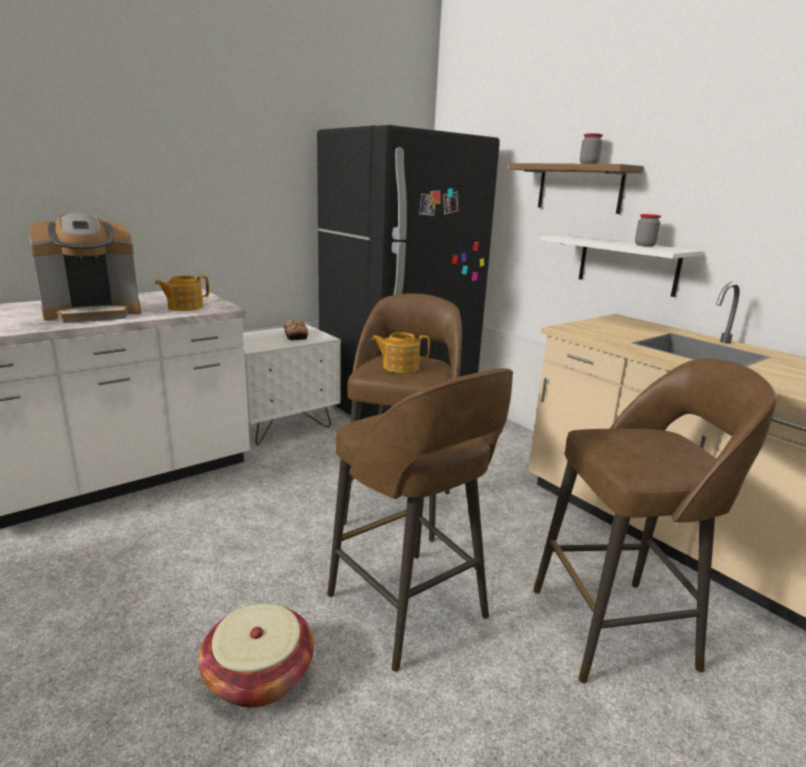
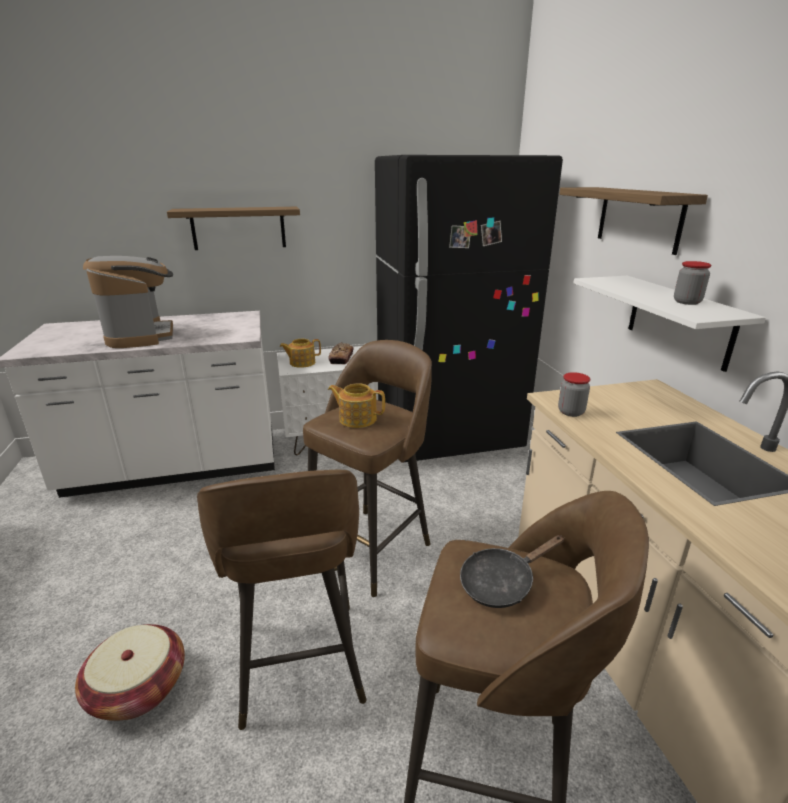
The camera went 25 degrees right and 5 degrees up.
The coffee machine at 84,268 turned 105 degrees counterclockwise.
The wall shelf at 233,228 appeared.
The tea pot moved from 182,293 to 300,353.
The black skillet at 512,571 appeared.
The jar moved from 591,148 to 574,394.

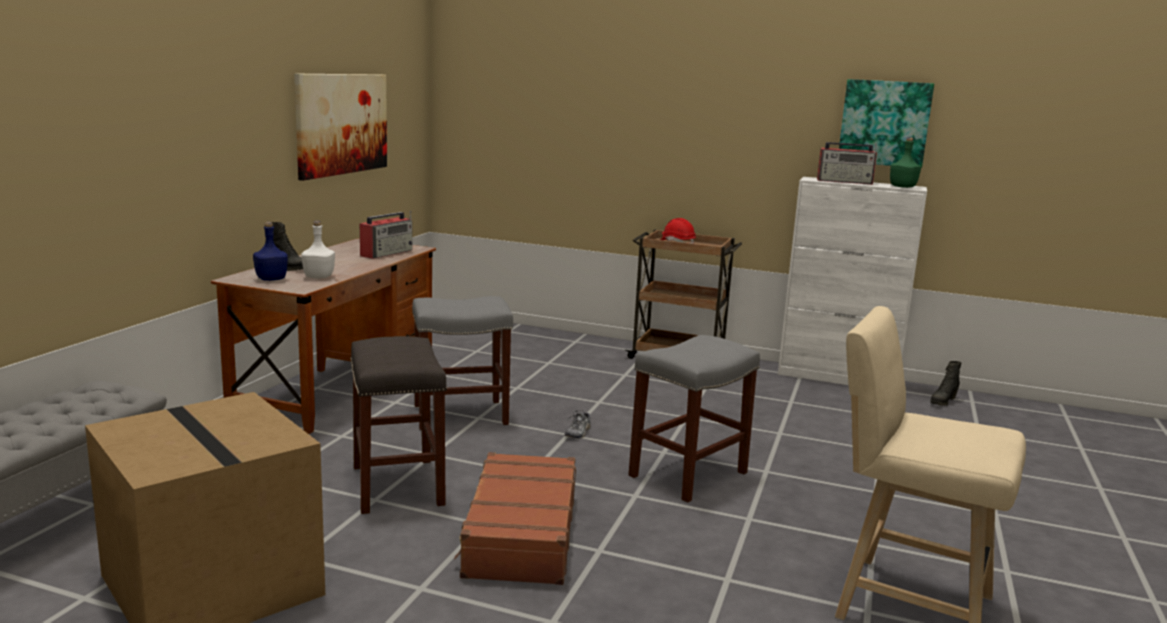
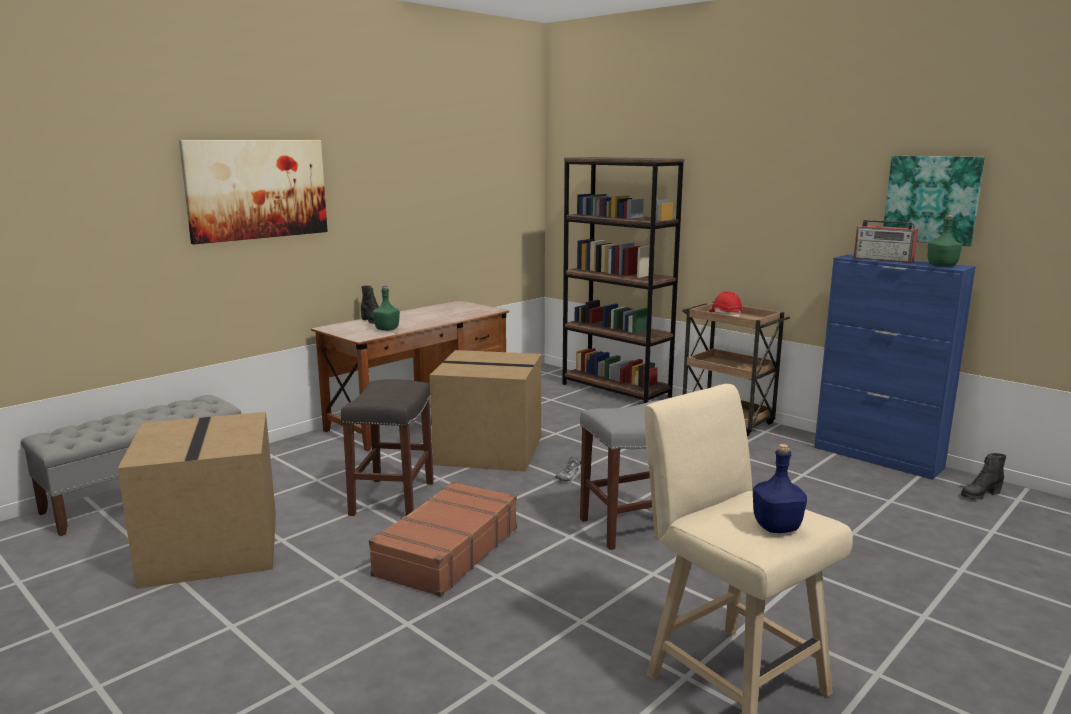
The camera went 25 degrees right and 0 degrees up.
The wall picture moved from 340,127 to 253,192.
The whitish beverage bottle at 318,249 became the green-coloured beverage bottle at 386,308.
The gray stool at 462,363 was replaced by the cardboard box at 485,411.
The brown shelving unit at 623,280 appeared.
The blue beverage bottle moved from 270,251 to 780,488.
The whitish storage cabinet at 852,281 became the blue storage cabinet at 895,367.
The radio set at 386,235 disappeared.

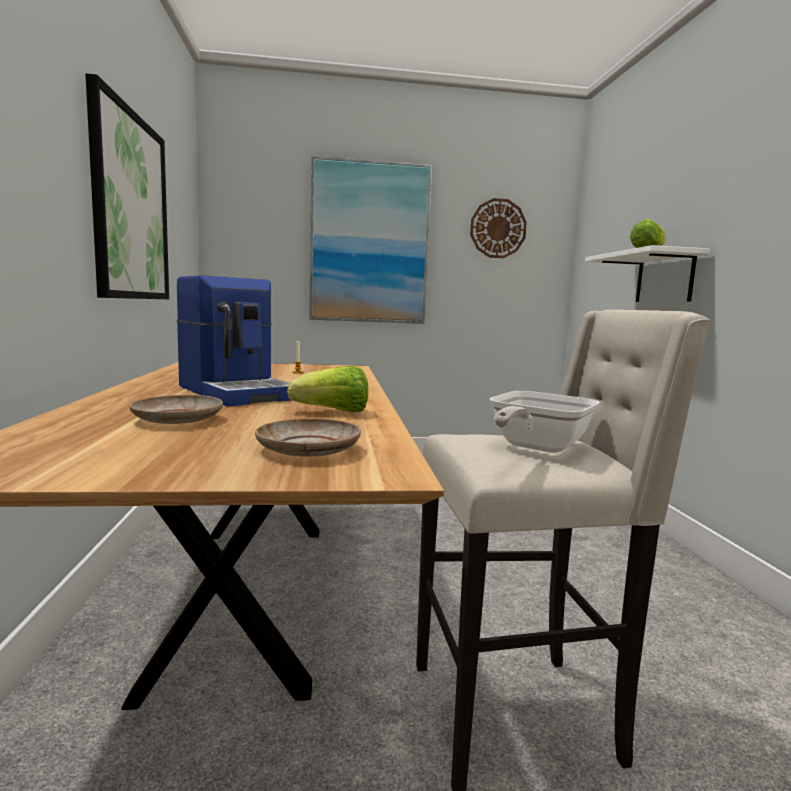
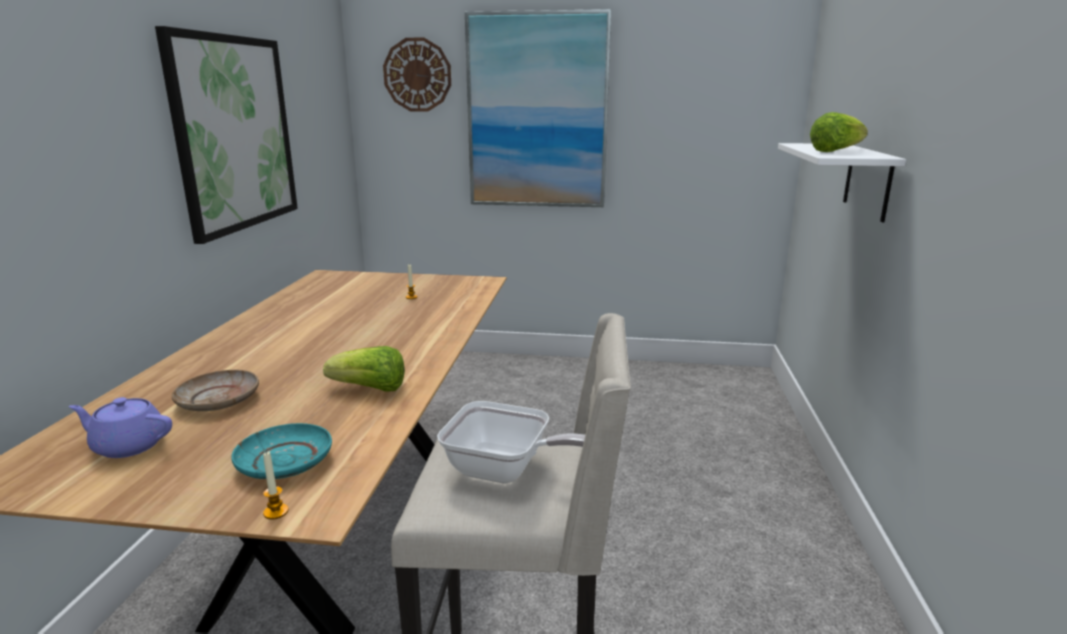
The camera went 15 degrees right and 10 degrees up.
The purple tea pot at 120,427 appeared.
The beige flat dish at 308,438 became the turquoise flat dish at 281,451.
The wax candle at 276,485 appeared.
The wall clock moved from 498,228 to 417,75.
The skillet at 544,422 turned 120 degrees counterclockwise.
The coffee machine at 234,341 disappeared.

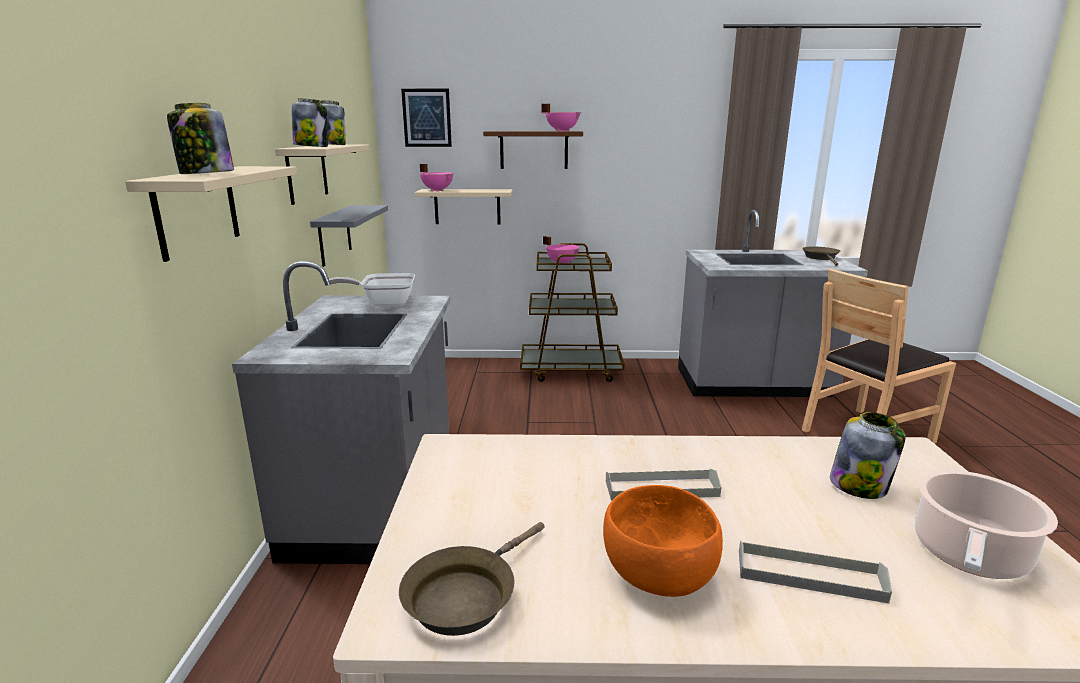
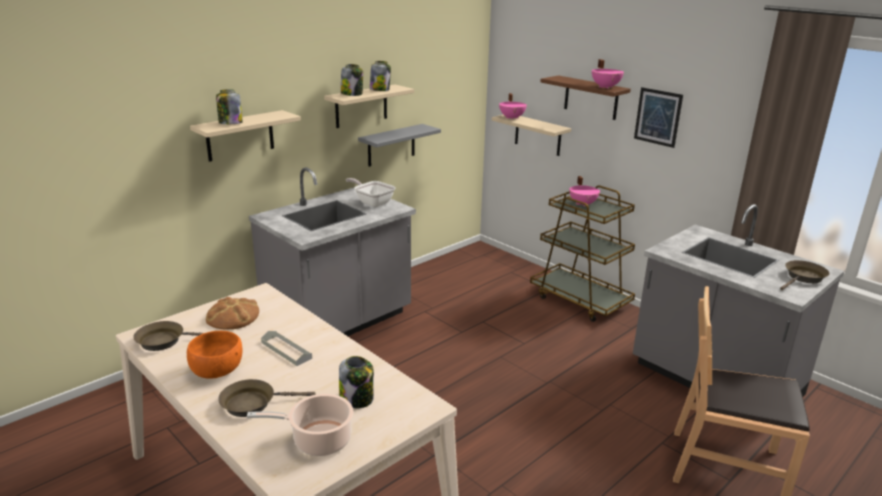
The camera went 45 degrees right and 5 degrees up.
The baked bread at 232,313 appeared.
The gray carrying tray at 815,572 was replaced by the brown skillet at 266,398.
The wall picture moved from 426,118 to 658,117.

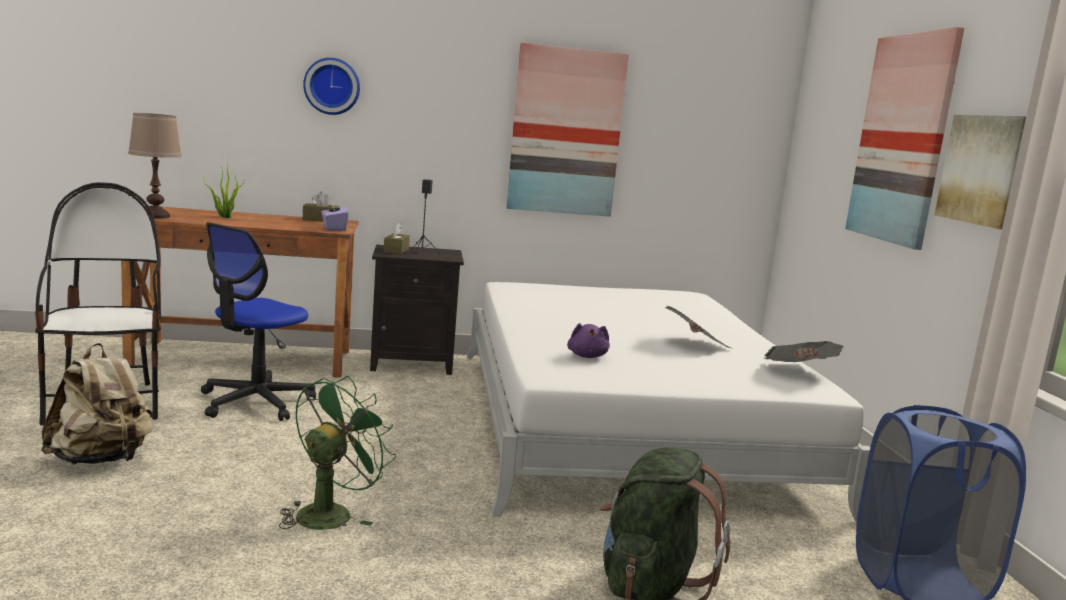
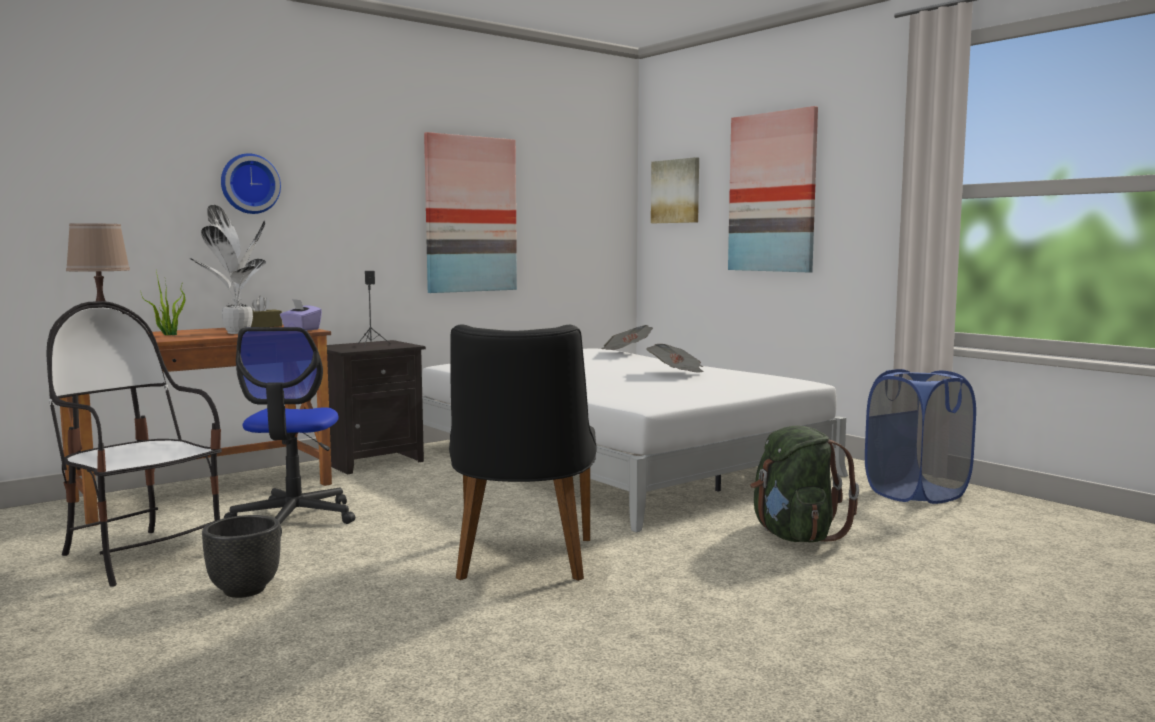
The camera went 30 degrees left and 5 degrees down.
The potted plant at 227,269 appeared.
The beige rucksack at 97,403 was replaced by the black plant pot at 241,556.
The green-coloured fan at 337,453 was replaced by the black chair at 522,452.
The newspaper moved from 804,351 to 627,337.
The wall picture moved from 980,172 to 675,190.
The brown box of tissues at 397,238 disappeared.
The purple cuddly toy at 588,340 disappeared.

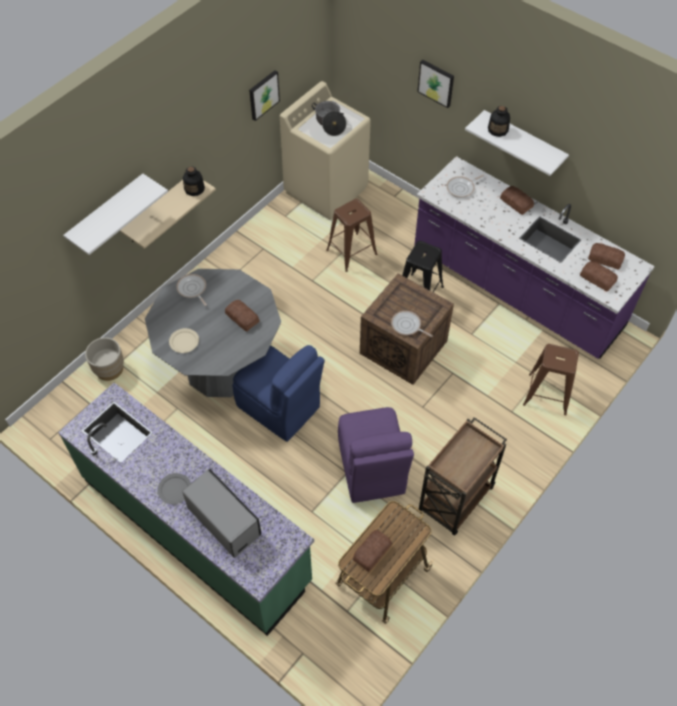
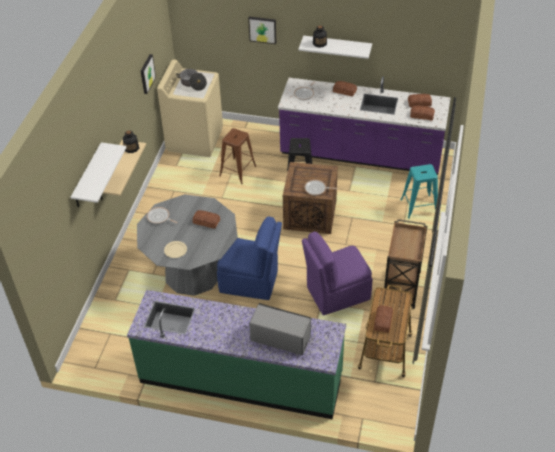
The camera went 25 degrees left and 10 degrees down.
The purple chair at 376,455 turned 105 degrees clockwise.
The brown stool at 551,379 became the turquoise stool at 419,191.
The beige plant pot at 104,359 disappeared.
The gray flat dish at 174,488 disappeared.

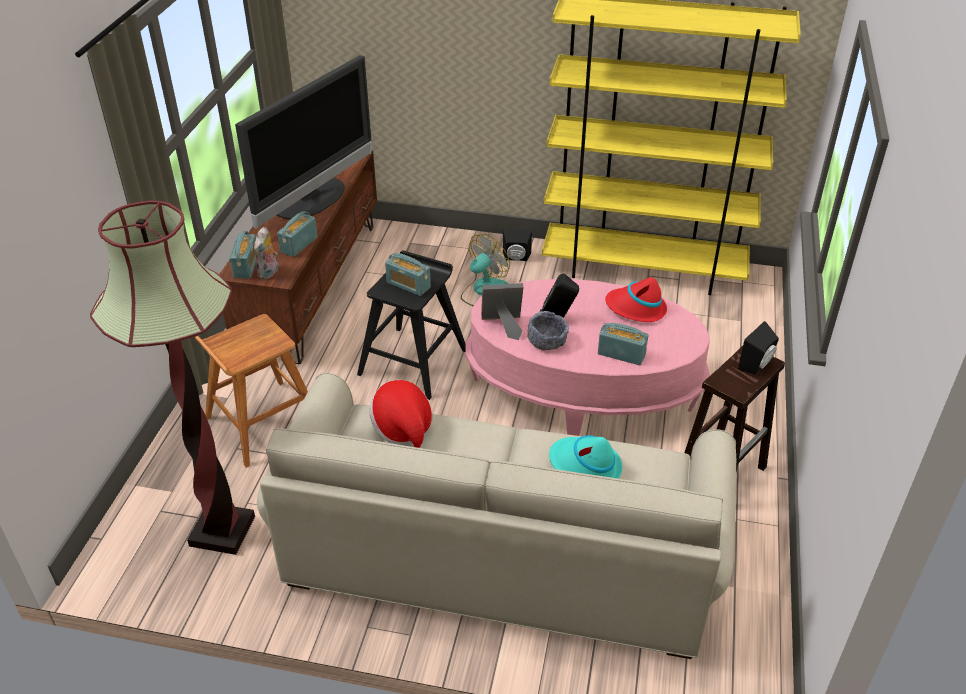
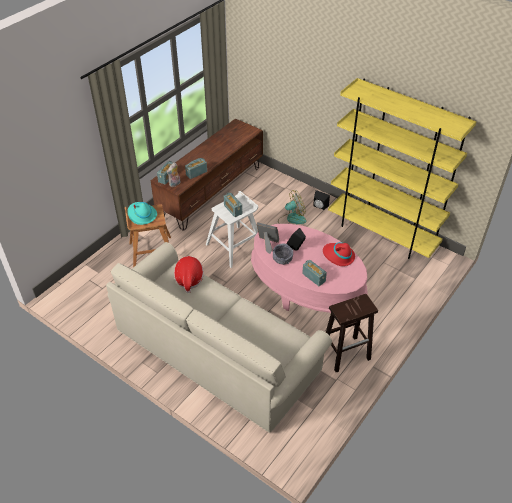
The camera went 25 degrees right and 5 degrees up.
The turquoise wearable hat moved from 585,457 to 142,213.
The black stool at 411,325 became the whitish stool at 232,229.
The standing lamp at 172,378 disappeared.
The TV at 303,142 disappeared.
The black loudspeaker at 758,348 disappeared.

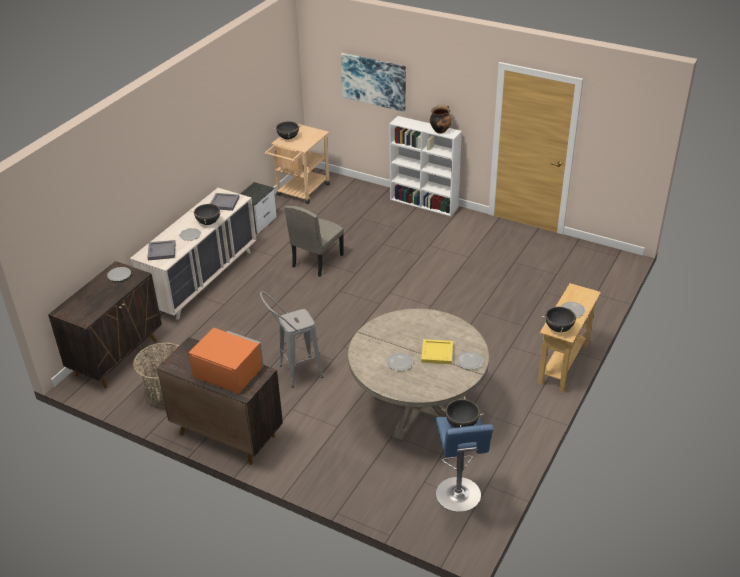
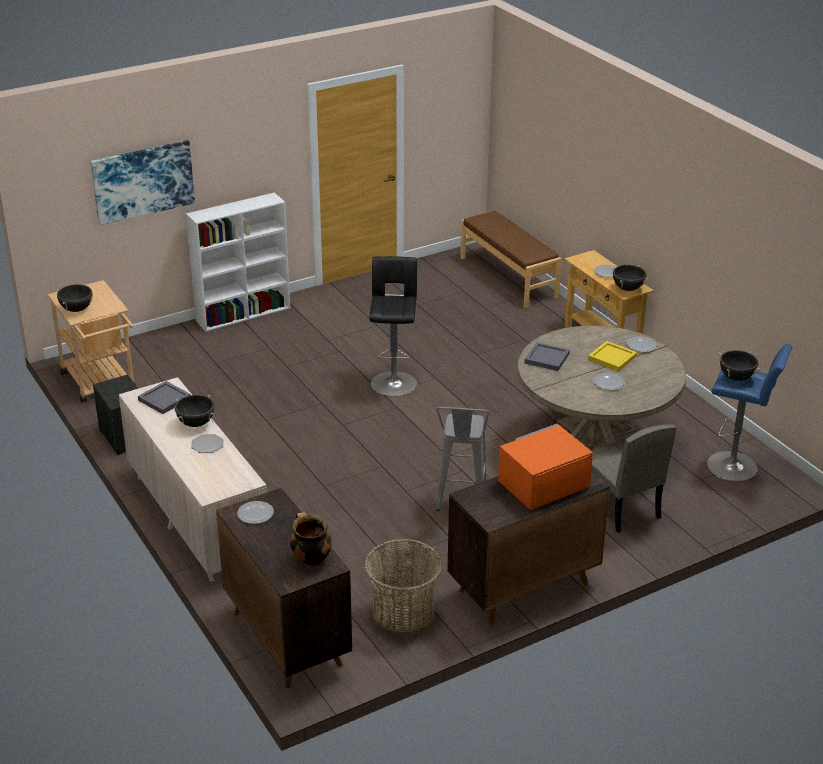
The camera went 60 degrees left and 5 degrees down.
The saucepot moved from 441,119 to 311,539.
The black stool at 393,326 appeared.
The brown long seat at 511,259 appeared.
The gray carrying tray moved from 161,250 to 547,356.
The beige chair moved from 314,241 to 633,478.

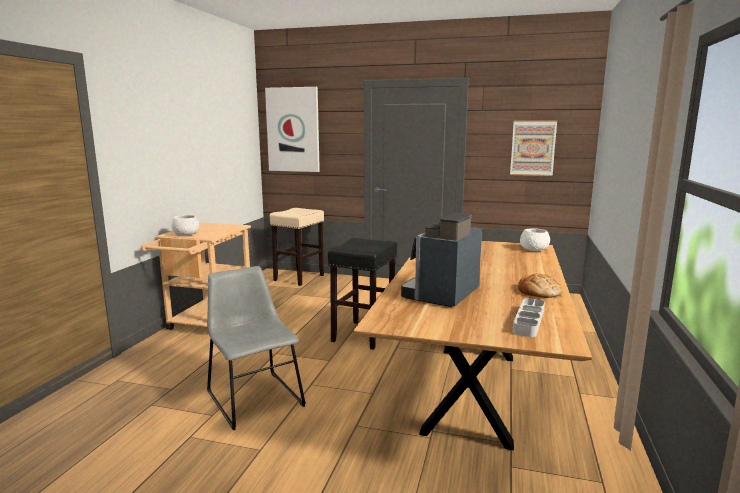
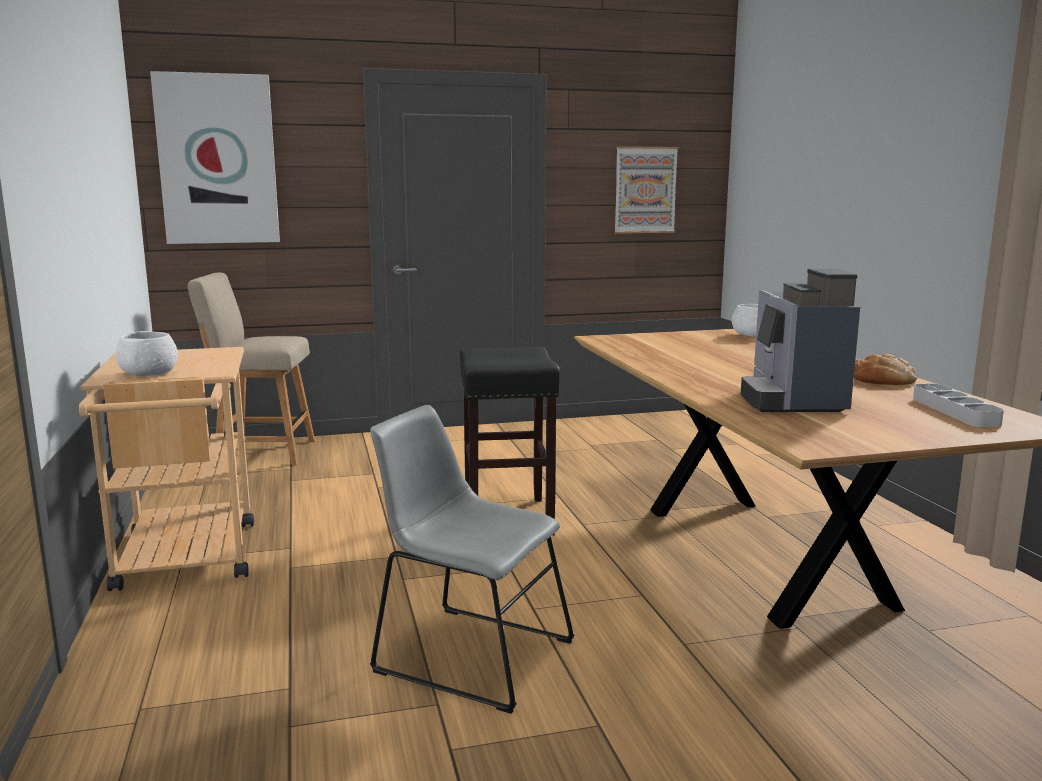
The camera went 30 degrees left and 0 degrees up.
The beige stool at 297,247 was replaced by the beige chair at 251,368.

